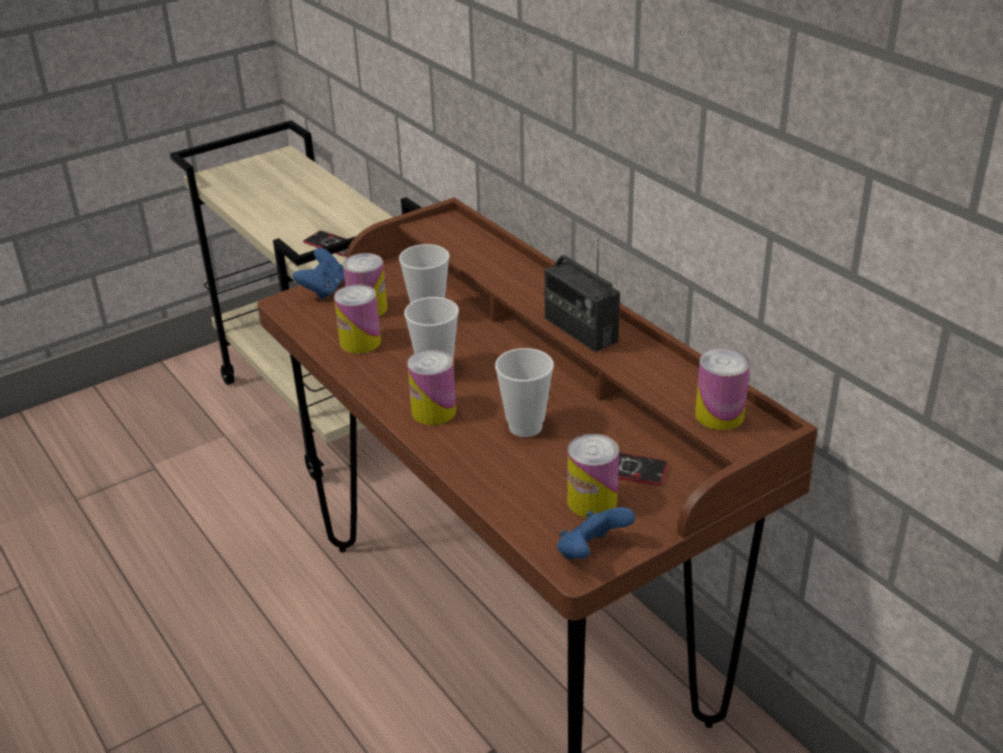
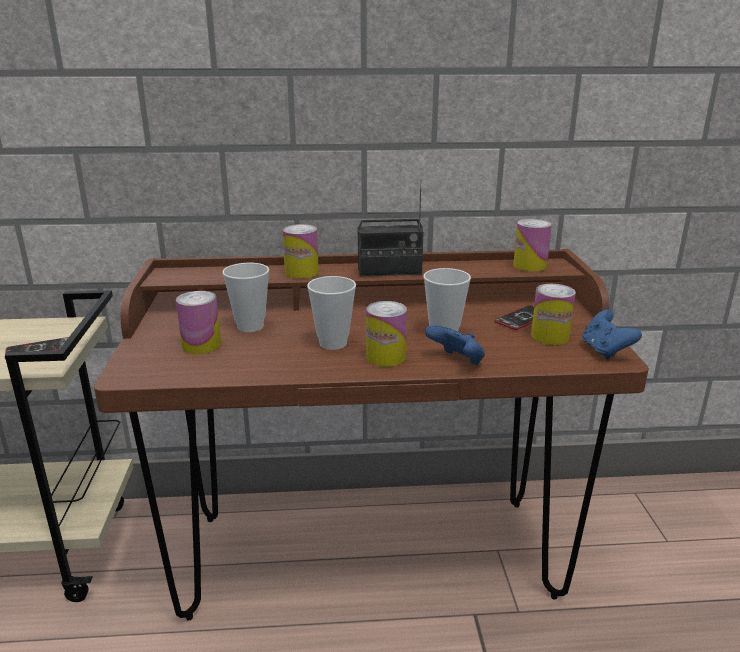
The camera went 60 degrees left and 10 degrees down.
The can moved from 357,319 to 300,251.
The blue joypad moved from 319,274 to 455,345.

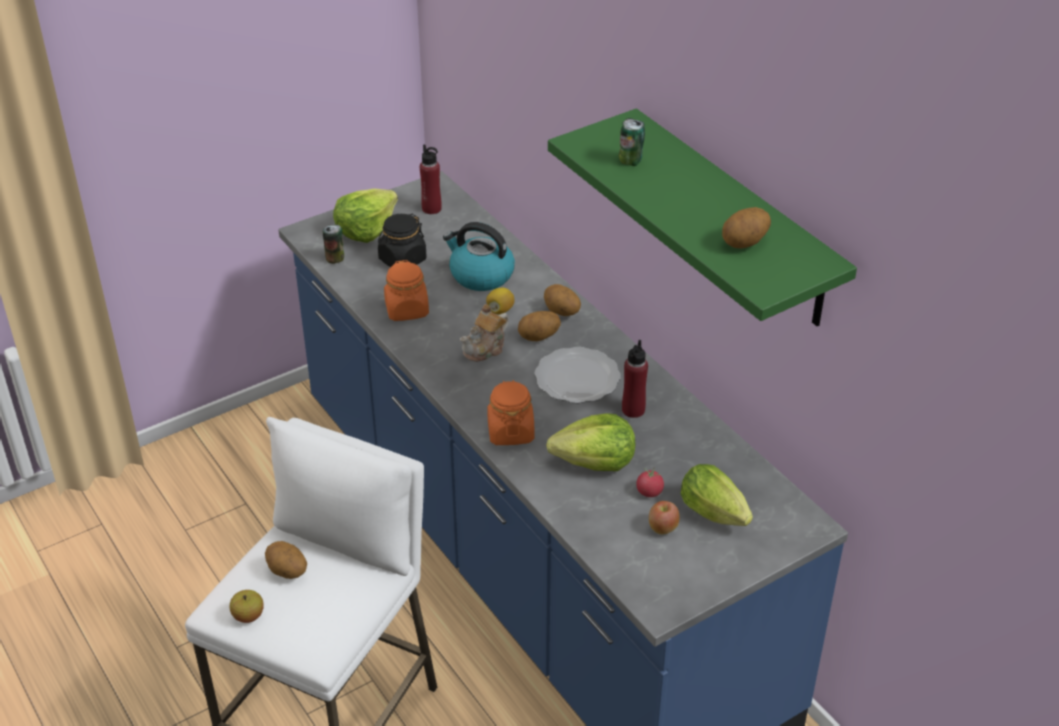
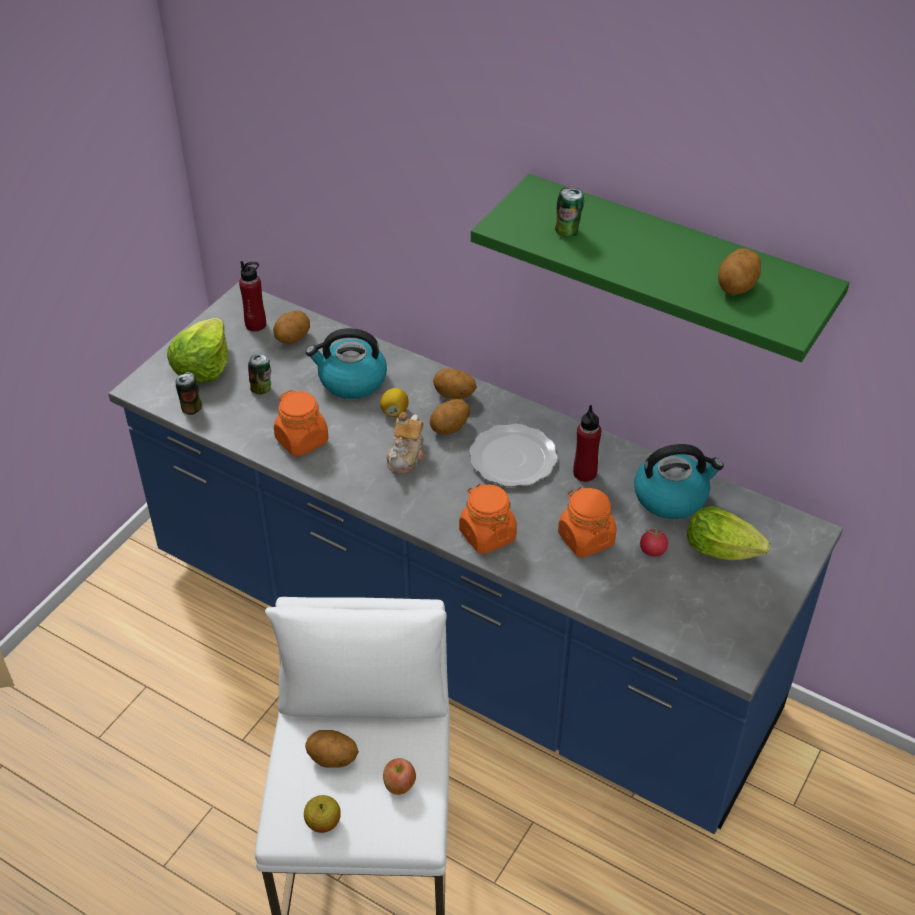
The camera went 25 degrees left and 5 degrees up.
The black jar at 402,240 was replaced by the can at 259,374.
The potato at 291,327 appeared.
The whole apple moved from 664,518 to 399,776.
The lettuce head at 590,442 was replaced by the orangey jar at 587,521.
The water kettle at 679,481 appeared.

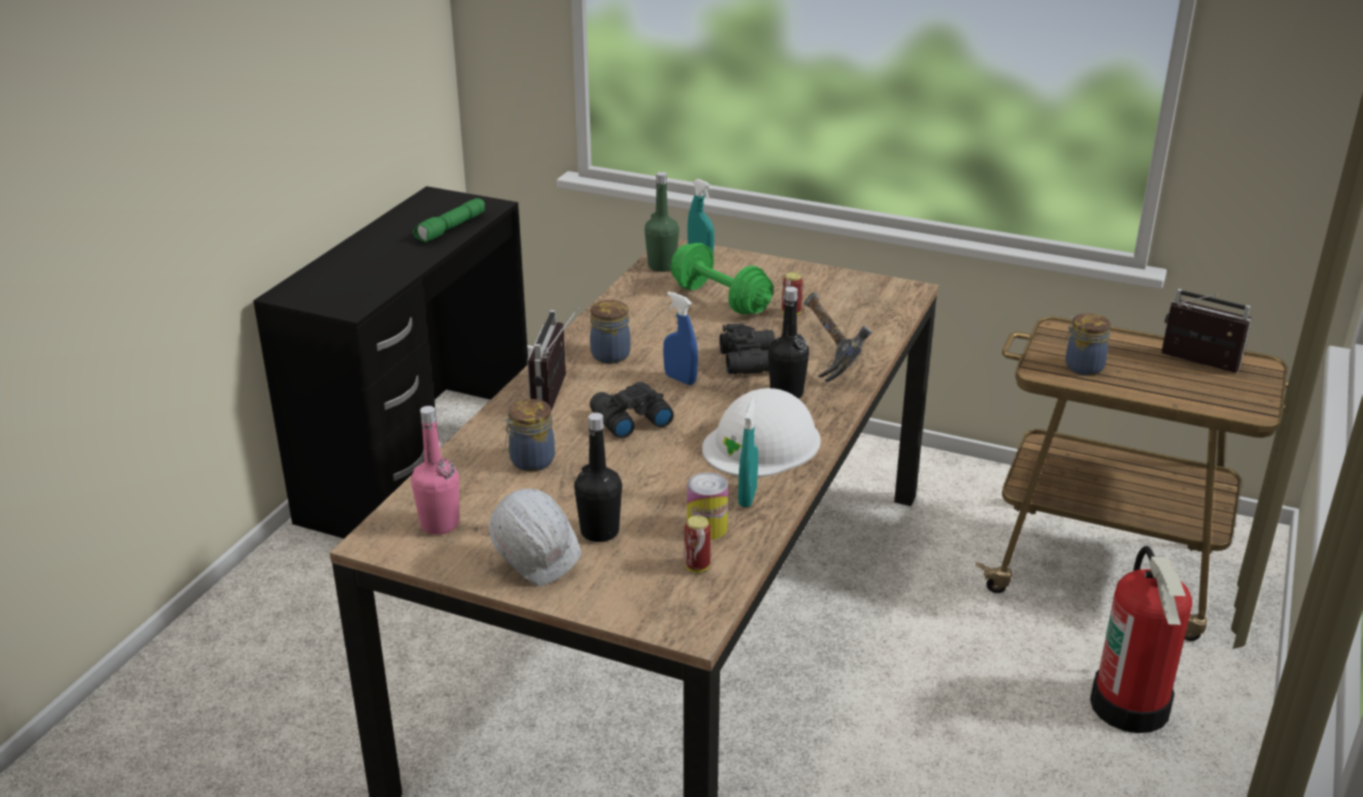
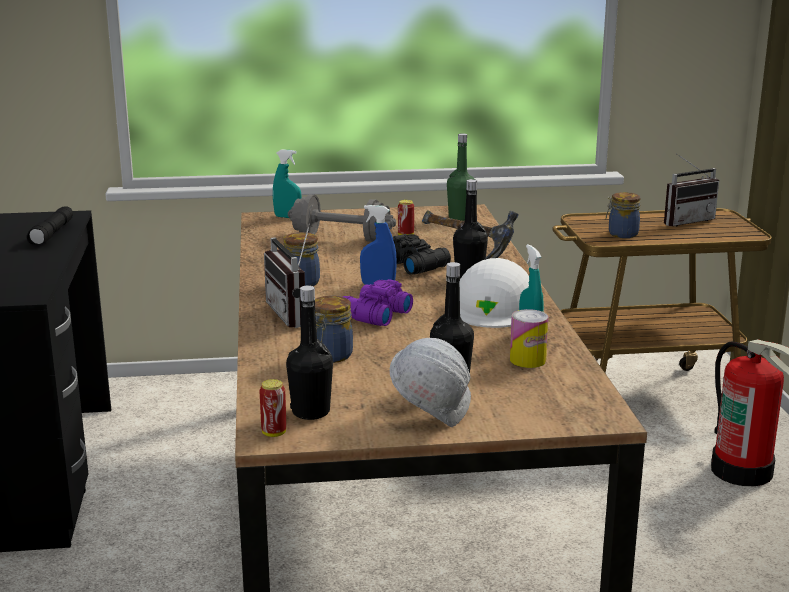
The camera went 30 degrees left and 10 degrees down.
The green-coloured hand torch at 449,220 became the black hand torch at 49,225.
The can moved from 698,544 to 273,408.
The pinkish beverage bottle at 435,470 became the black beverage bottle at 309,352.
The green-coloured dumbbell at 721,279 became the gray dumbbell at 342,218.
The black binoculars at 632,410 became the purple binoculars at 378,302.
The green-coloured beverage bottle moved from 662,222 to 461,177.
The radio set at 1206,331 turned 150 degrees clockwise.

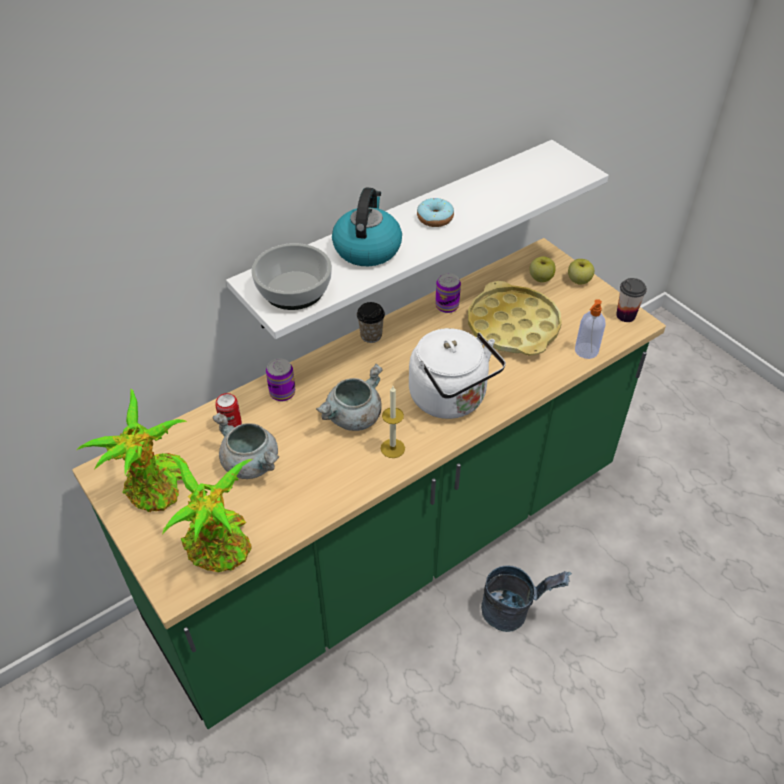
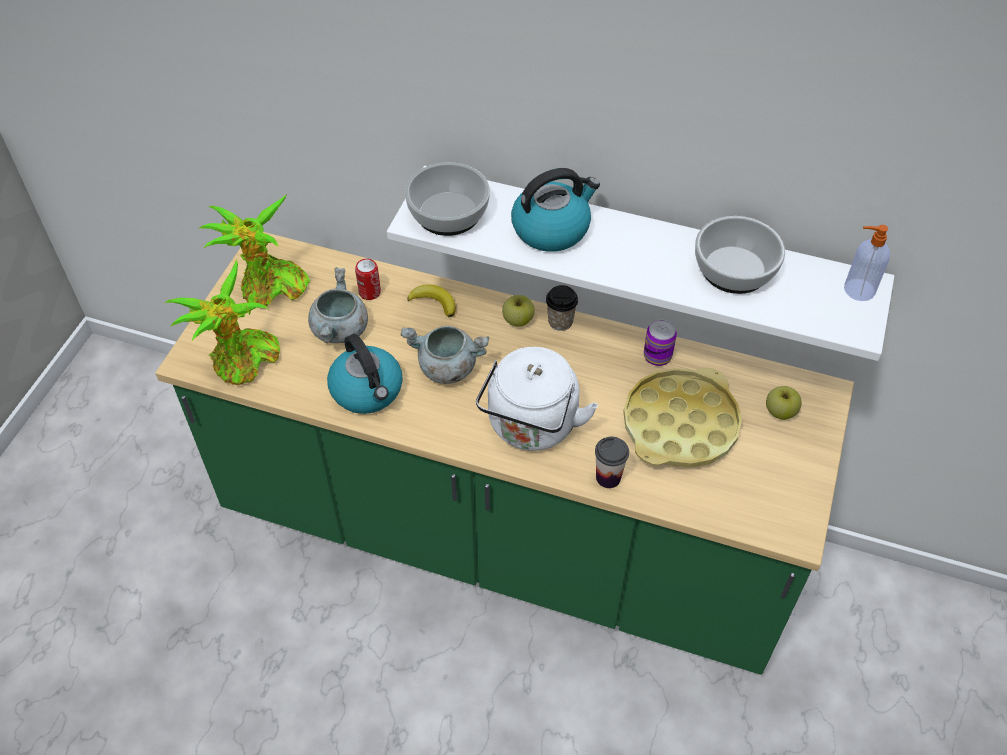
The camera went 55 degrees right and 5 degrees up.
The water kettle at 365,374 appeared.
The can at 280,380 was replaced by the whole banana at 431,301.
The whole apple moved from 581,272 to 518,311.
The small cup moved from 631,300 to 612,462.
The serving bowl at 740,255 appeared.
The soap dispenser moved from 590,329 to 867,263.
The wax candle at 393,422 disappeared.
The donut at 435,212 disappeared.
The gray pail at 526,598 disappeared.

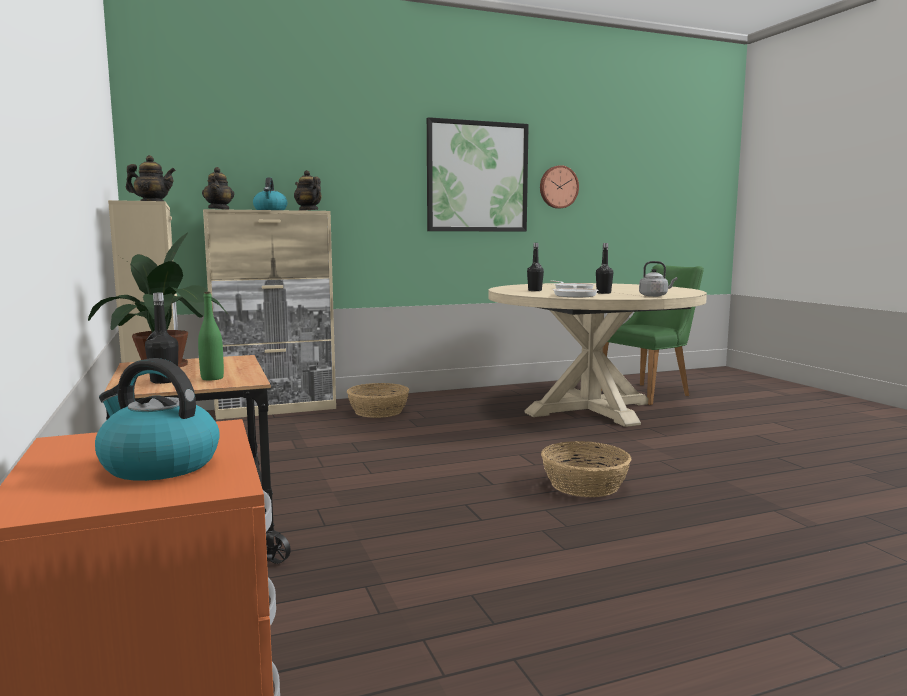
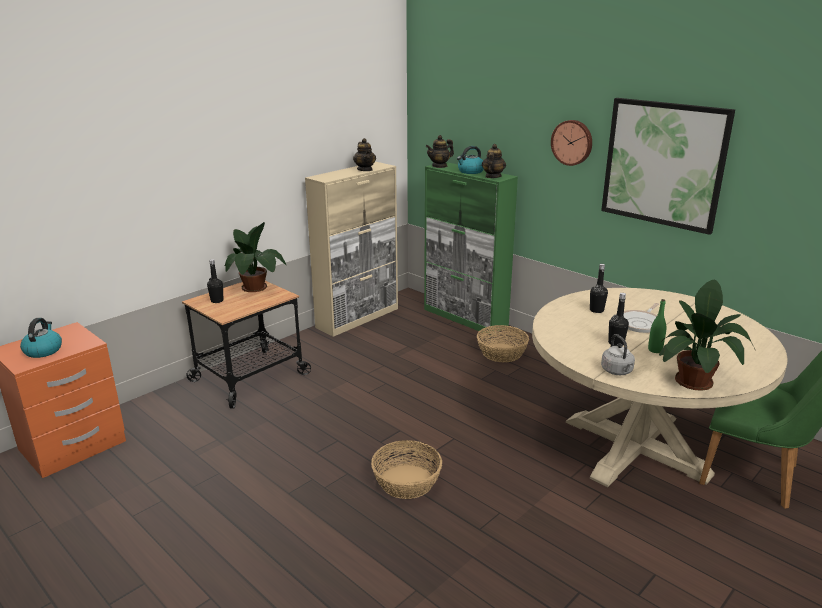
The camera went 65 degrees right and 15 degrees up.
The beige storage cabinet at 269,314 became the green-coloured storage cabinet at 471,249.
The wall clock moved from 559,187 to 571,143.
The green-coloured beverage bottle moved from 211,336 to 657,326.
The potted plant at 707,335 appeared.
The skillet at 576,291 disappeared.

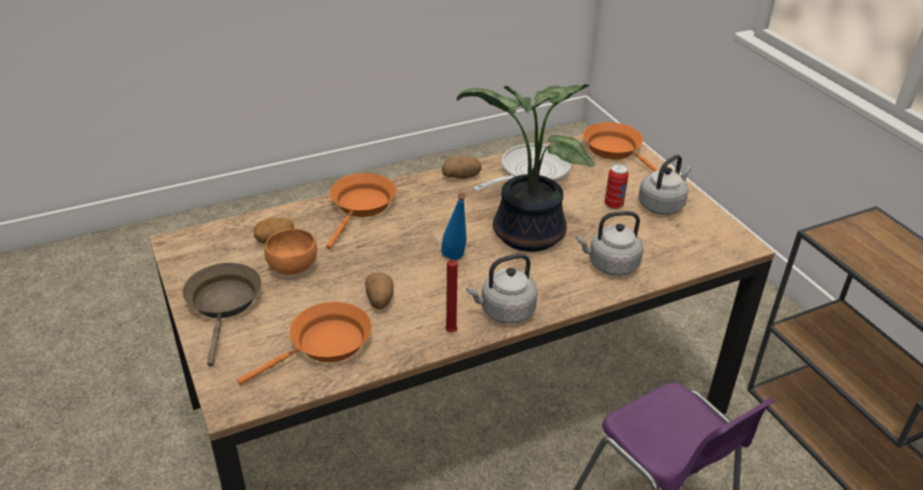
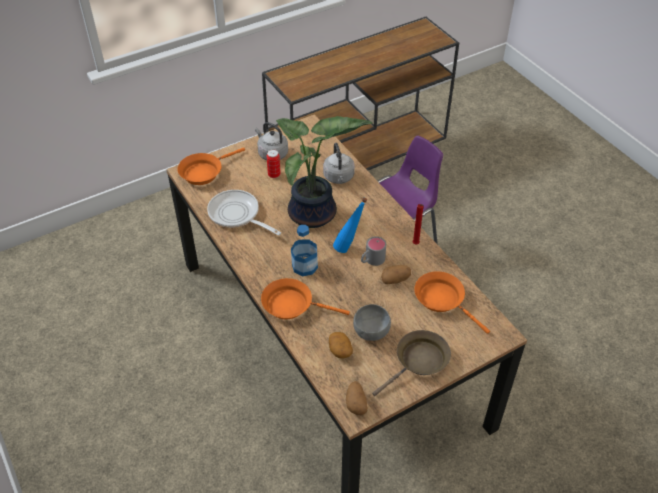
The camera went 95 degrees left and 10 degrees up.
The beverage bottle at 304,250 appeared.
The potato moved from 461,167 to 357,398.
The orangey serving bowl at 290,252 became the gray serving bowl at 372,322.
The gray tea mug at 373,251 appeared.
The brown skillet at 222,315 turned 150 degrees clockwise.
The gray water kettle at 502,288 disappeared.

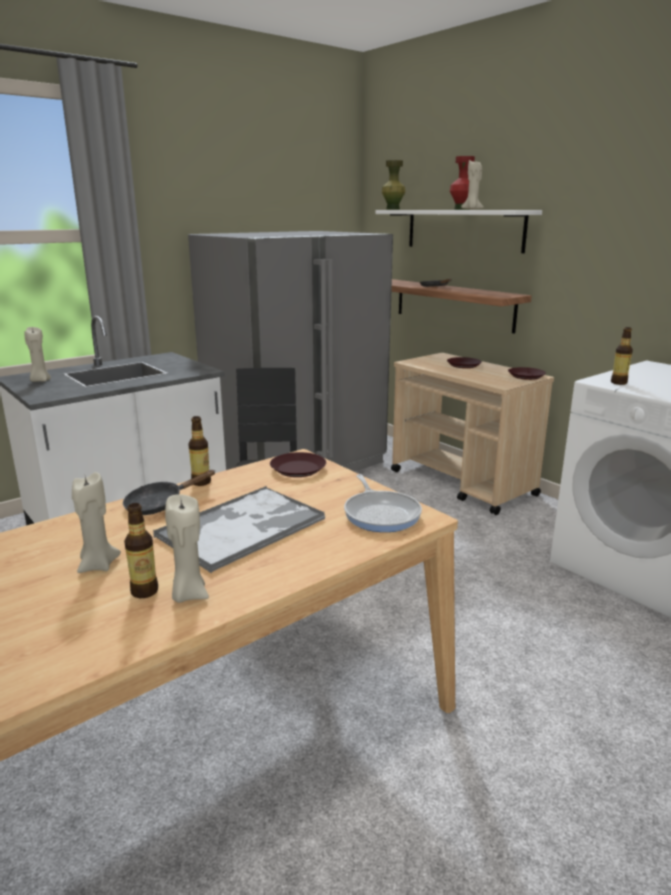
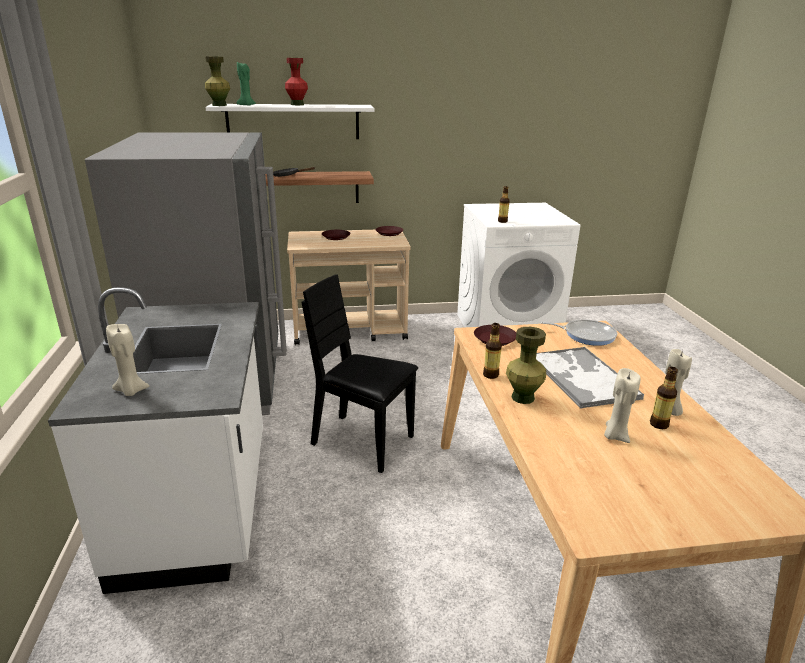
The camera went 60 degrees left and 5 degrees up.
The green-coloured wax candle at 246,83 appeared.
The black skillet at 169,492 was replaced by the green-coloured vase at 526,365.
The beige wax candle at 472,185 disappeared.

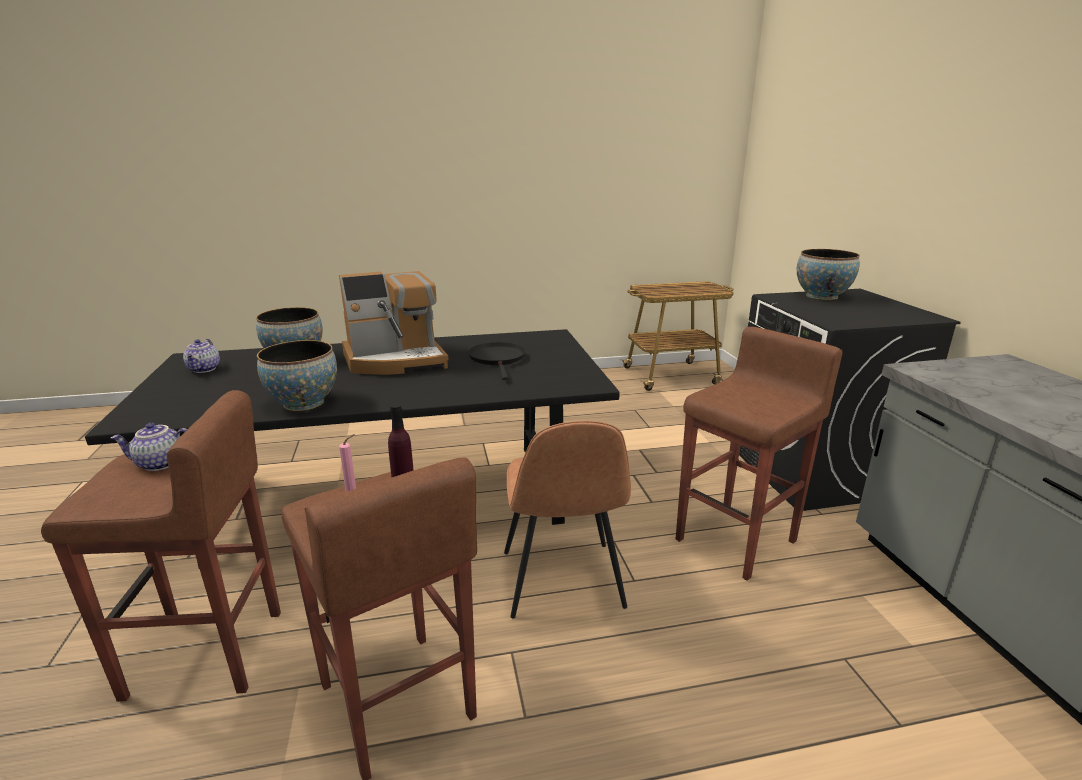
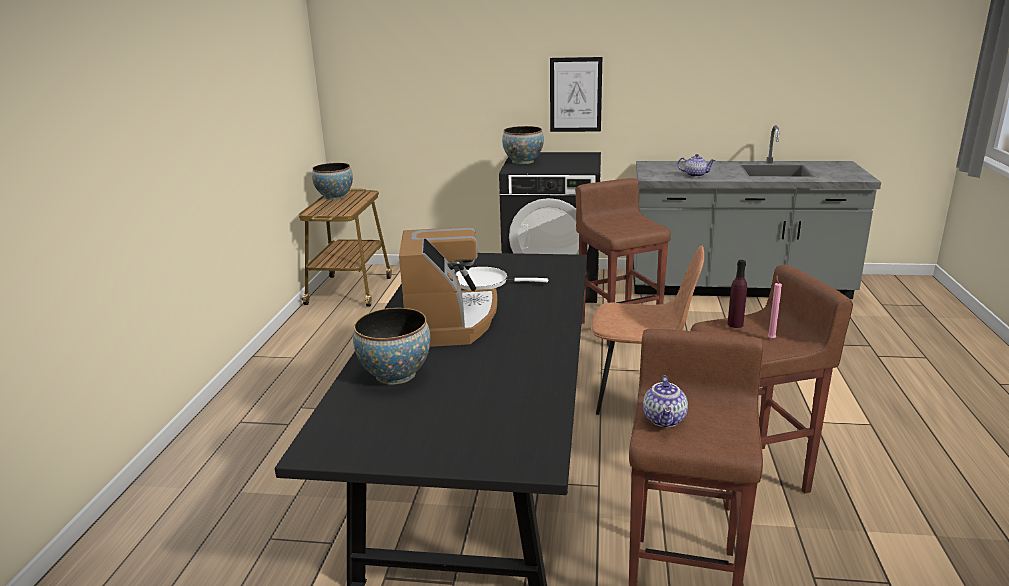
The camera went 70 degrees left and 0 degrees up.
The serving bowl moved from 297,375 to 332,181.
The black skillet at 497,361 became the whitish skillet at 502,278.
The wall picture at 576,94 appeared.
The tea pot moved from 201,356 to 697,165.

